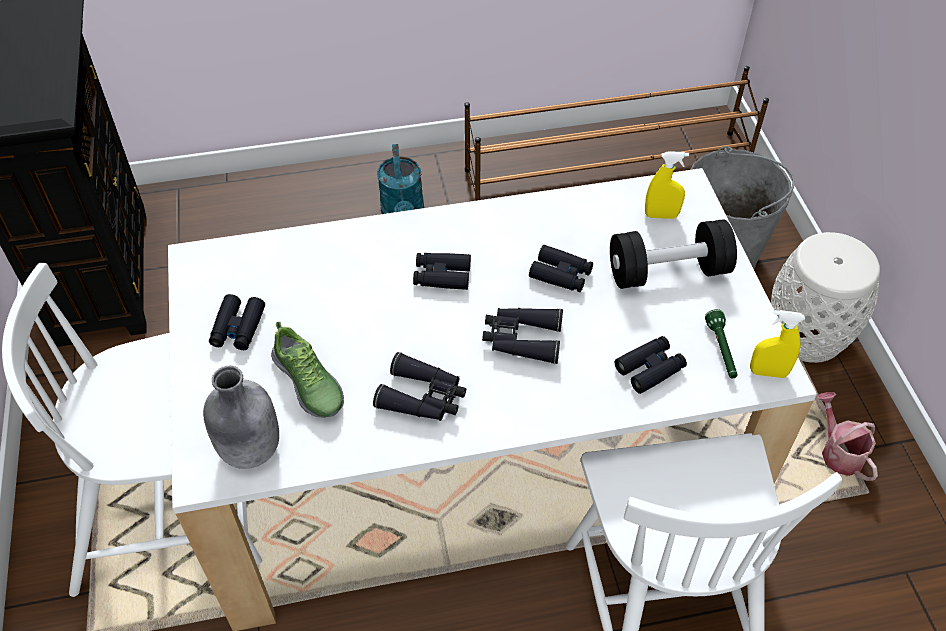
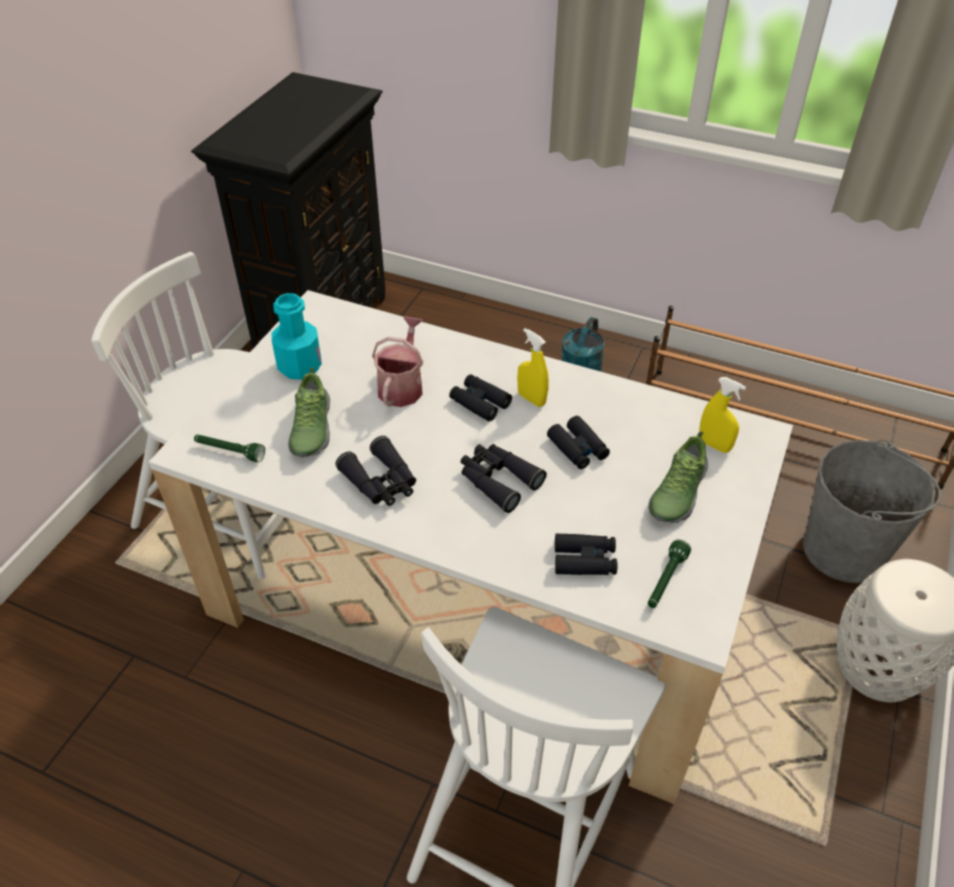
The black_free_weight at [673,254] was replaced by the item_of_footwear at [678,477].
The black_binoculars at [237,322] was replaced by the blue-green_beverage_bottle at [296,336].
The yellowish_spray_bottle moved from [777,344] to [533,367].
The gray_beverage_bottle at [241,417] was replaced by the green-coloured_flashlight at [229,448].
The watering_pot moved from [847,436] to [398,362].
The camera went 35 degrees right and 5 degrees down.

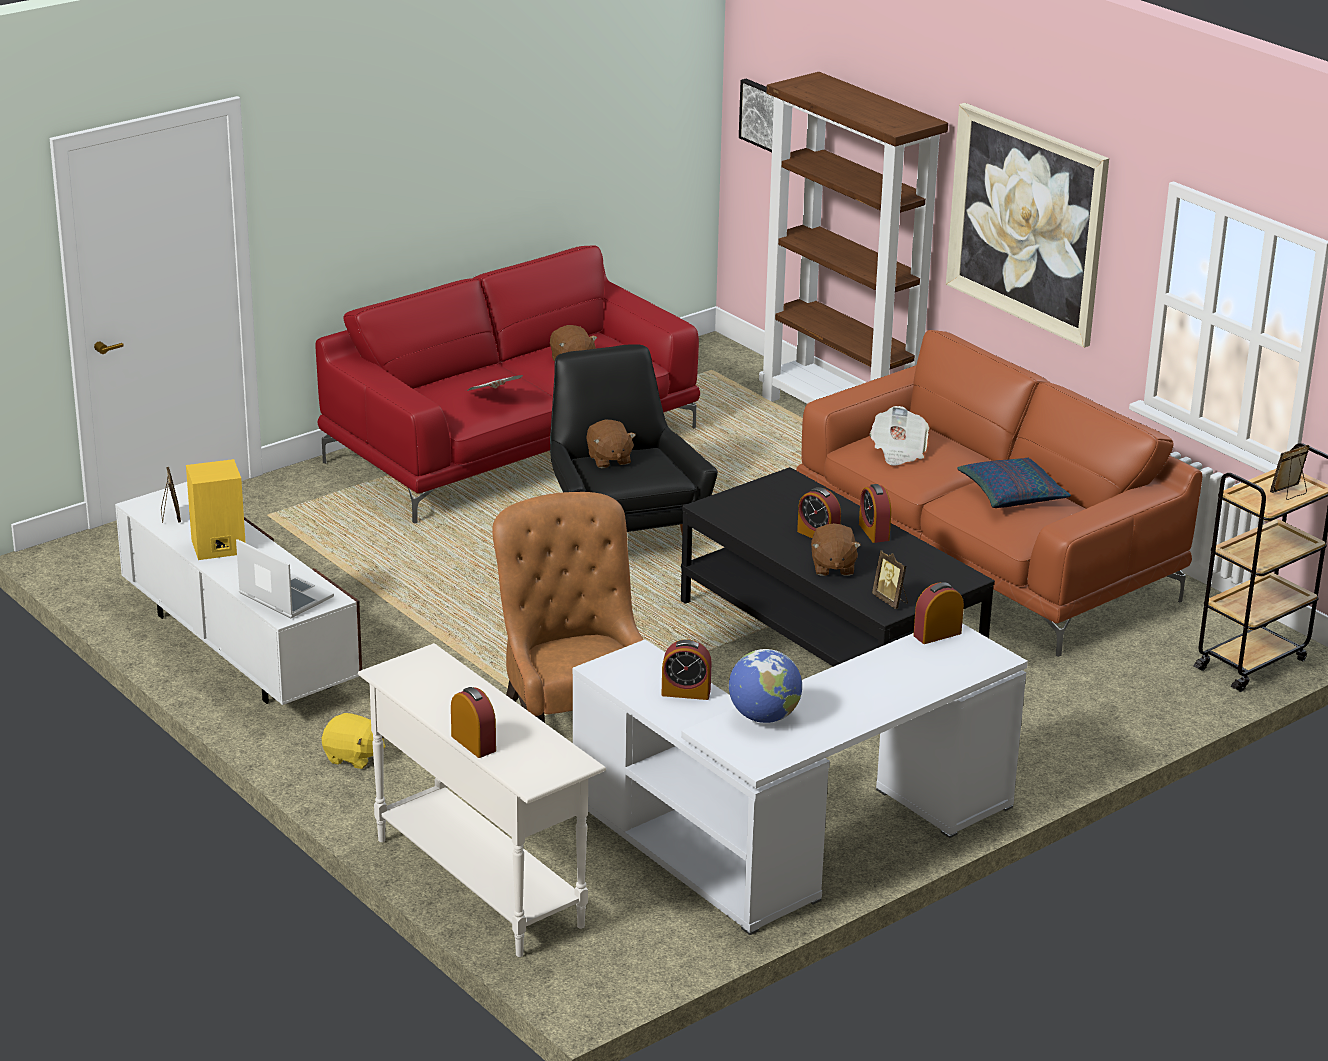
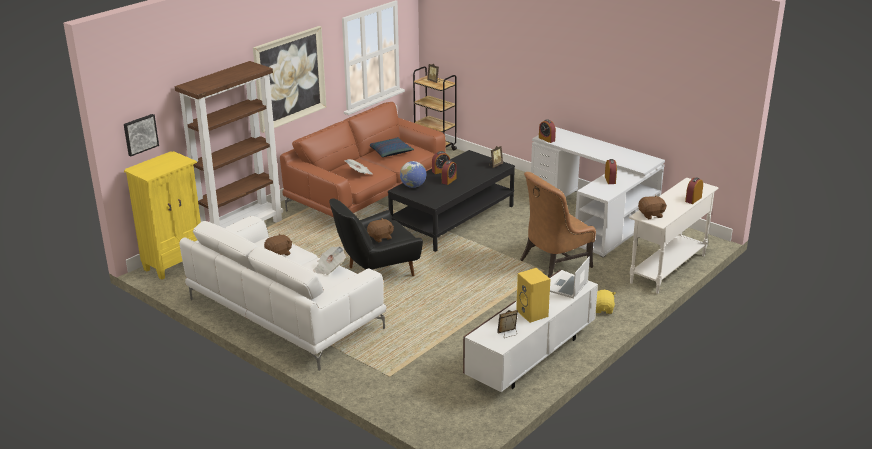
The reddish_settee at [507,384] became the white-coloured_settee at [282,293].
The brown-coloured_soft_toy moved from [836,549] to [652,207].
The world_globe moved from [765,686] to [413,174].
The yellowish_cupboard at [162,215] appeared.
The camera went 100 degrees left and 0 degrees up.

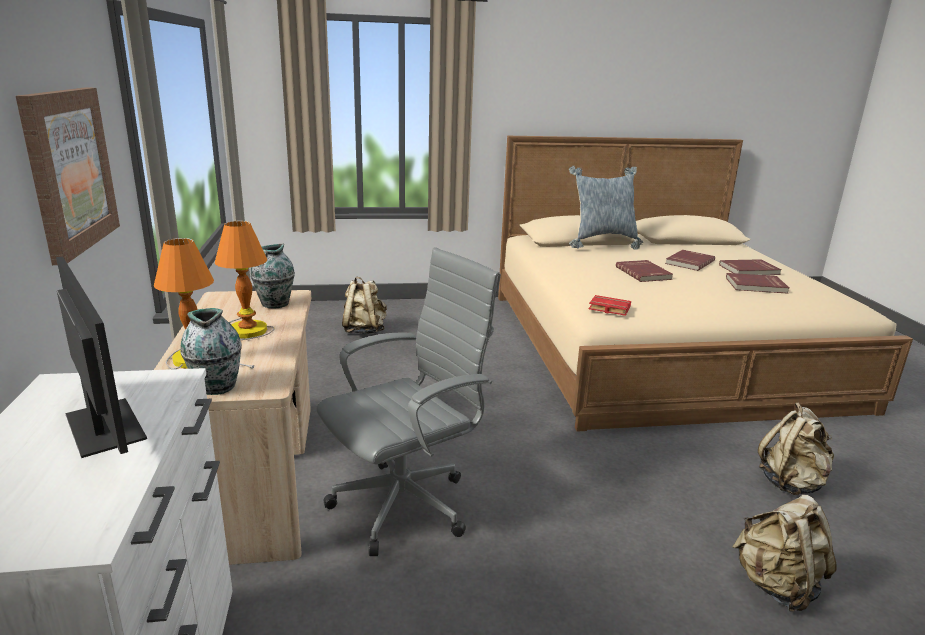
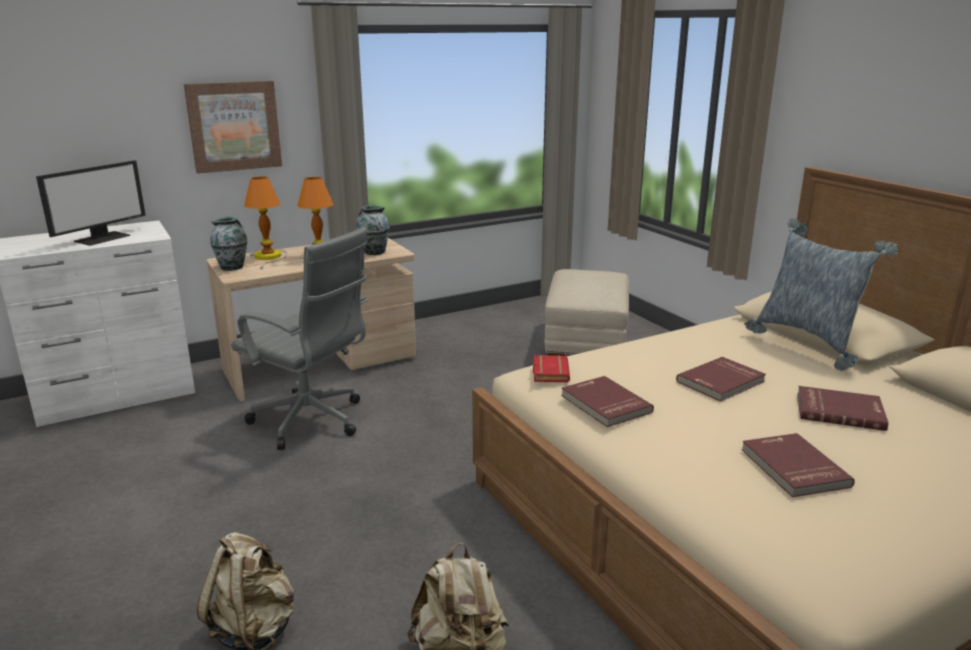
The reddish_book moved from [750,267] to [607,401].
The beige-coloured_backpack at [364,305] was replaced by the beige-coloured_pouffe at [586,312].
The camera went 70 degrees right and 0 degrees up.

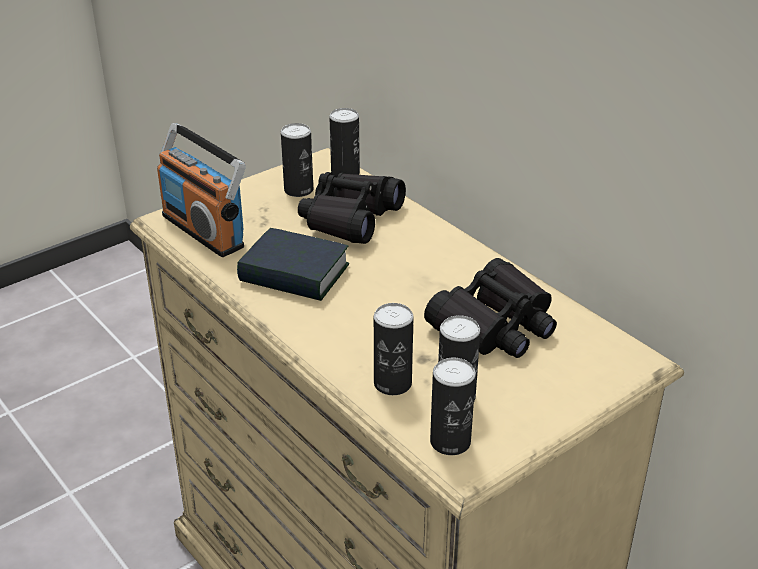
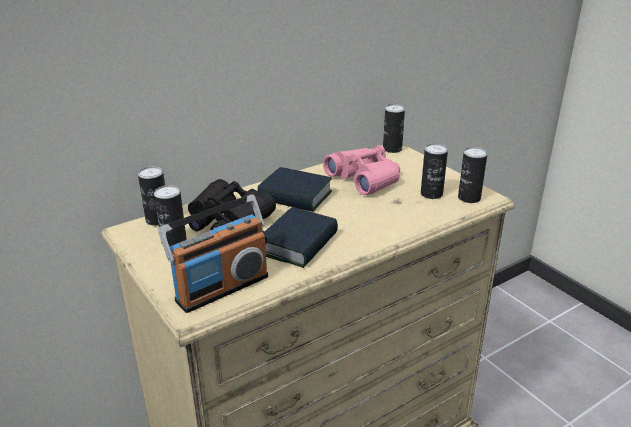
The black_binoculars at [490,308] became the pink_binoculars at [361,170].
The sealed_can moved from [394,349] to [394,128].
The book at [294,189] appeared.
The camera went 85 degrees left and 5 degrees down.

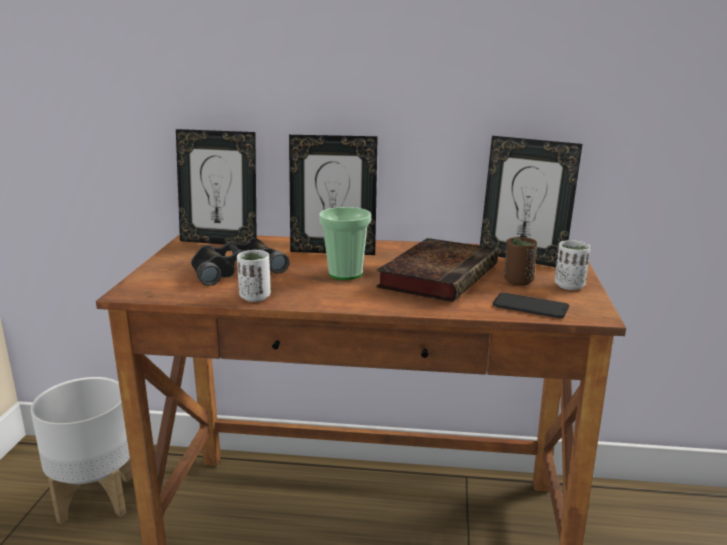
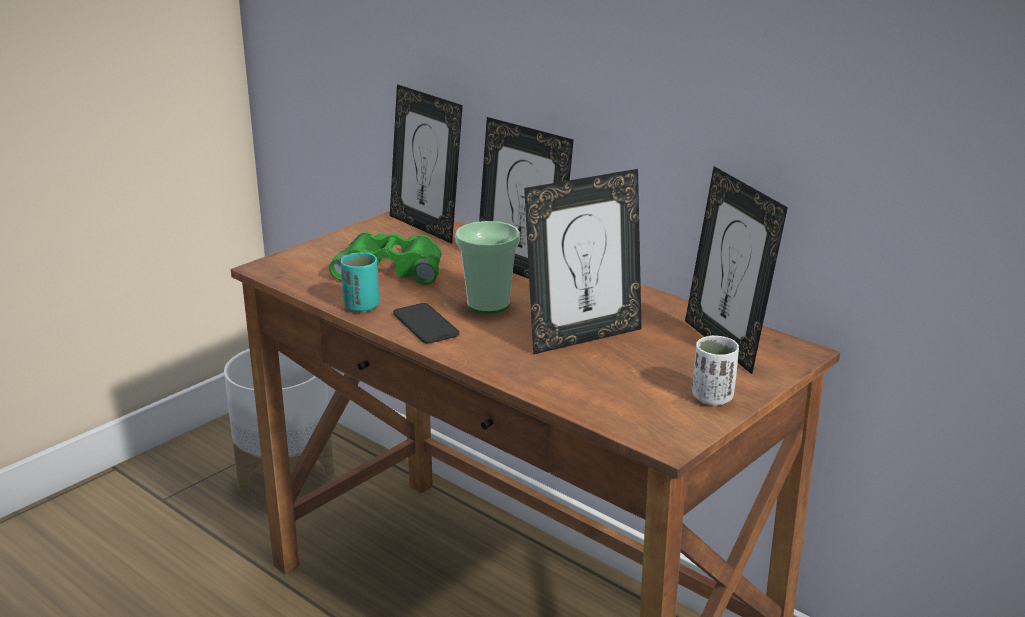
The brown-coloured_drinking_cup at [520,261] disappeared.
The black_binoculars at [240,262] became the green-coloured_binoculars at [385,258].
The book at [437,270] was replaced by the picture_frame at [583,261].
The white-coloured_drinking_cup at [254,276] became the blue-green_drinking_cup at [360,282].
The phone moved from [531,305] to [426,323].
The camera went 35 degrees right and 5 degrees up.

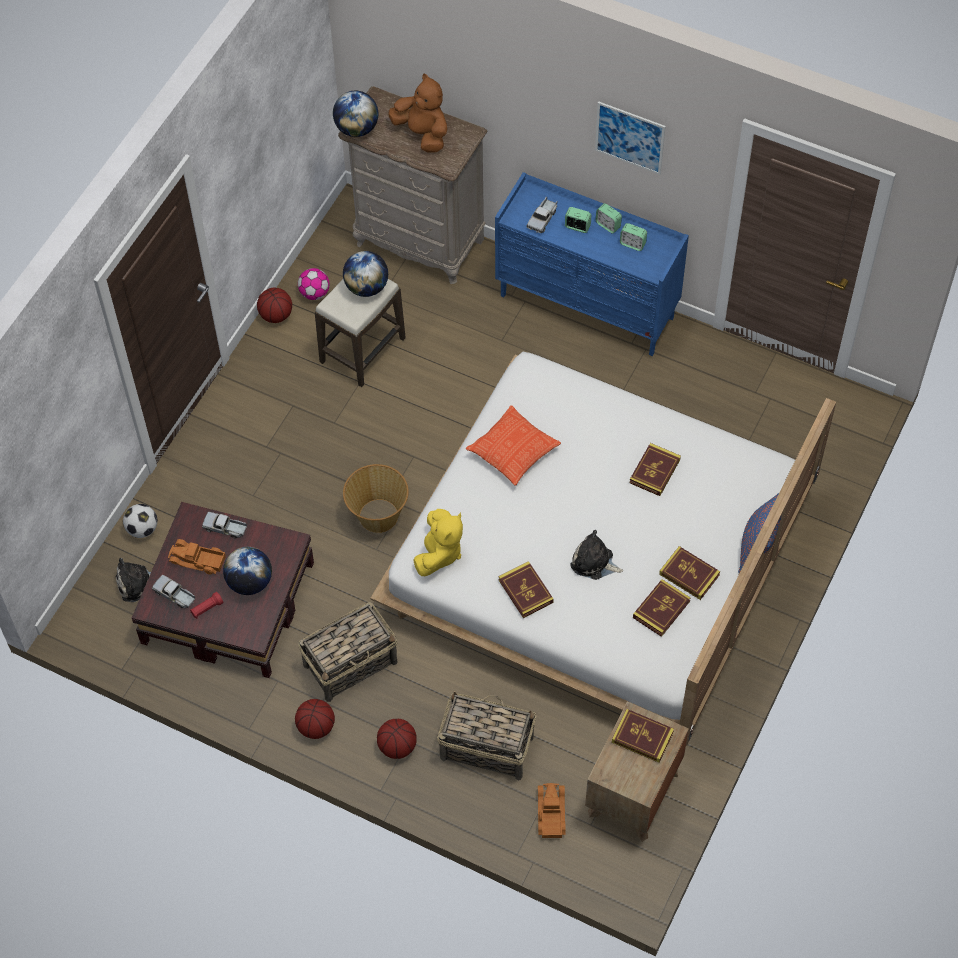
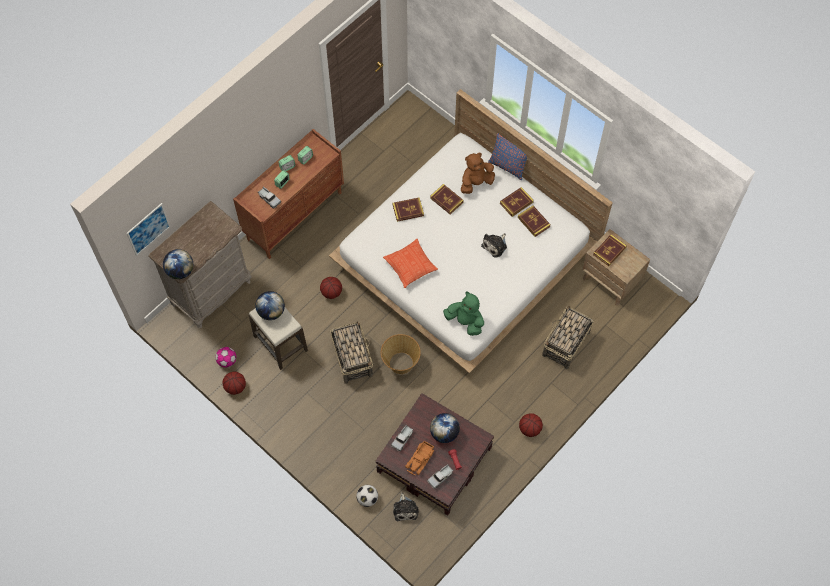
The brown-coloured_soft_toy moved from [417,113] to [478,173].
The wall_art moved from [630,138] to [148,229].
The bluish_cupboard at [592,264] became the brown-coloured_cupboard at [288,194].
The yellowish_soft_toy at [438,542] became the green-coloured_soft_toy at [463,313].
The book moved from [526,589] to [408,209].
The storage_basket moved from [347,652] to [352,352].
The basketball moved from [397,739] to [331,288].
The toy_lorry at [551,810] disappeared.
The camera went 75 degrees left and 5 degrees up.

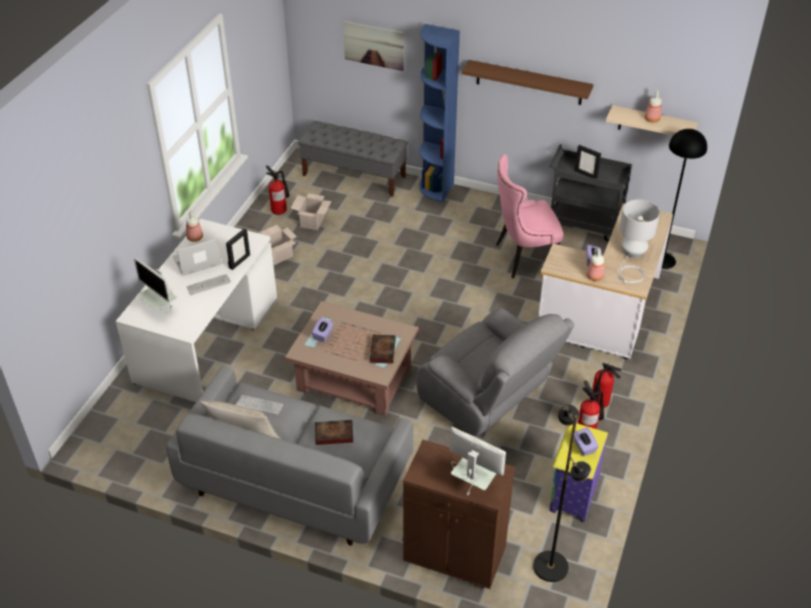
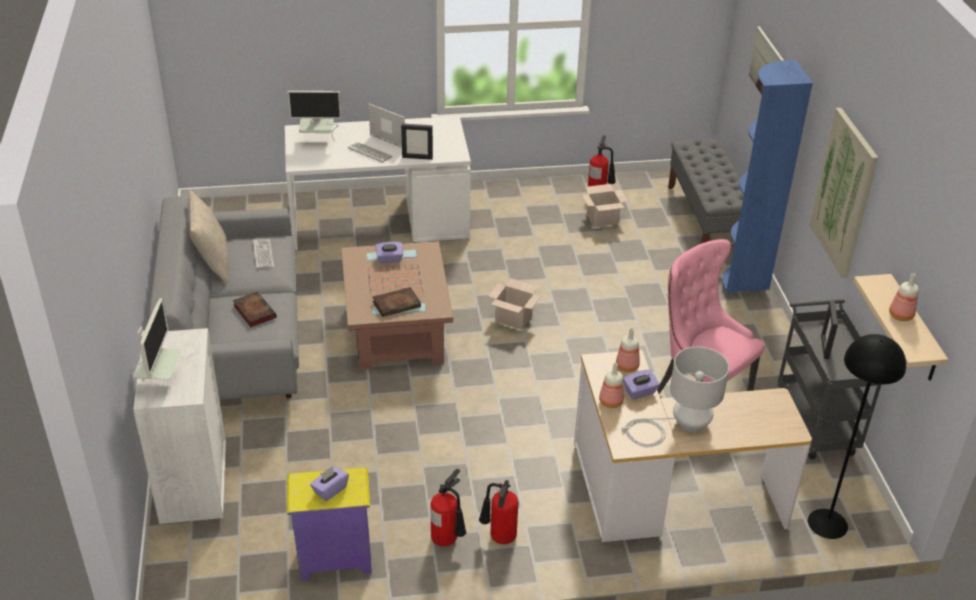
The brown-coloured_bracket_shelf at [527,82] was replaced by the wall_art at [844,193].
The beverage_bottle moved from [194,226] to [628,350].
The cardboard_box moved from [278,245] to [514,304].
The monitor at [155,286] turned 105 degrees counterclockwise.
The gray_lounge_chair at [495,372] disappeared.
The black_standing_lamp at [562,493] disappeared.
The brown-coloured_cupboard at [459,514] became the white-coloured_cupboard at [179,426].
The camera went 60 degrees right and 5 degrees down.

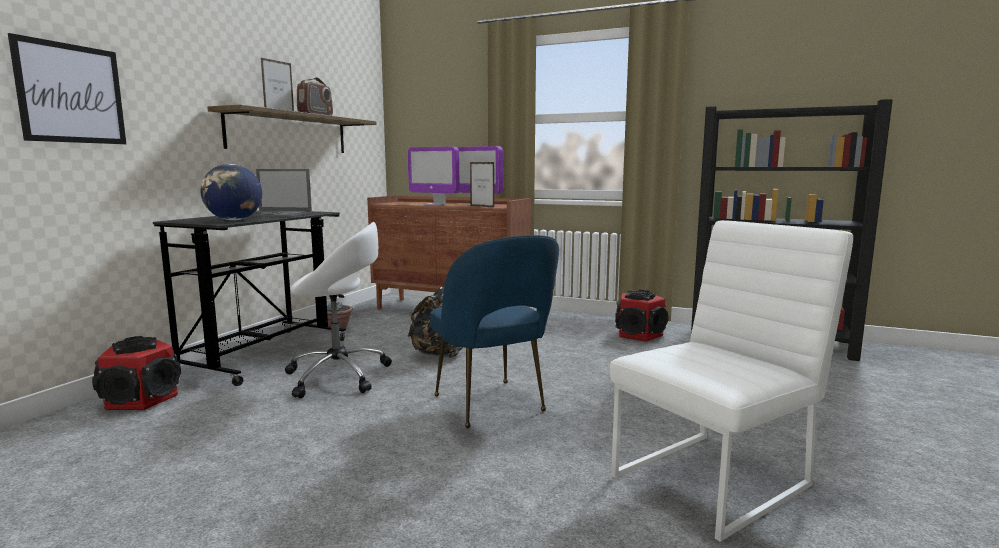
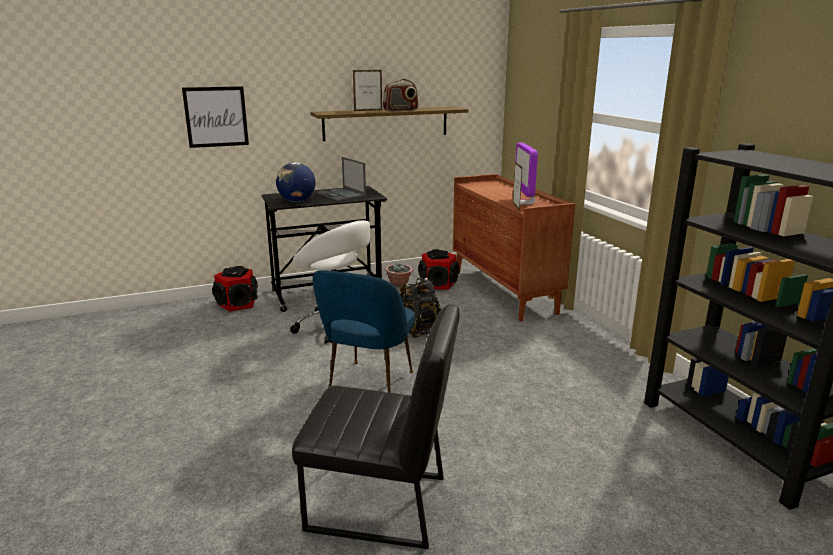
The monitor at [433,176] disappeared.
The white-coloured_plain_chair at [731,381] became the black_plain_chair at [375,426].
The speaker moved from [642,315] to [439,269].
The camera went 45 degrees right and 10 degrees up.

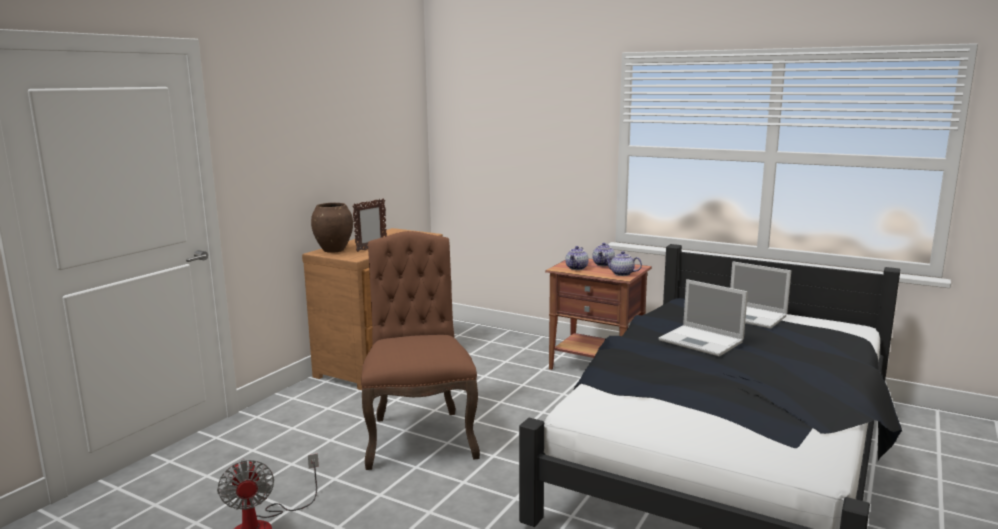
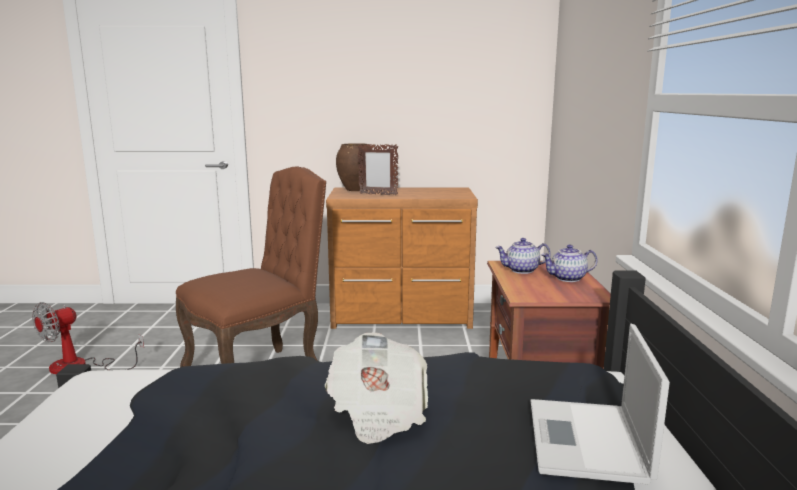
The teapot at [623,263] disappeared.
The laptop at [703,317] was replaced by the newspaper at [376,388].
The camera went 60 degrees right and 0 degrees up.

